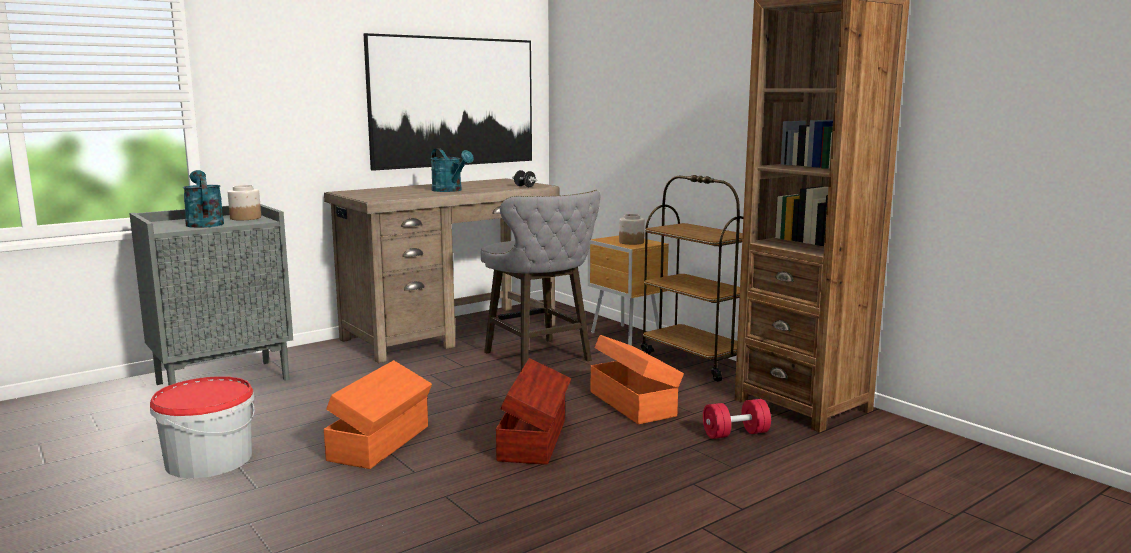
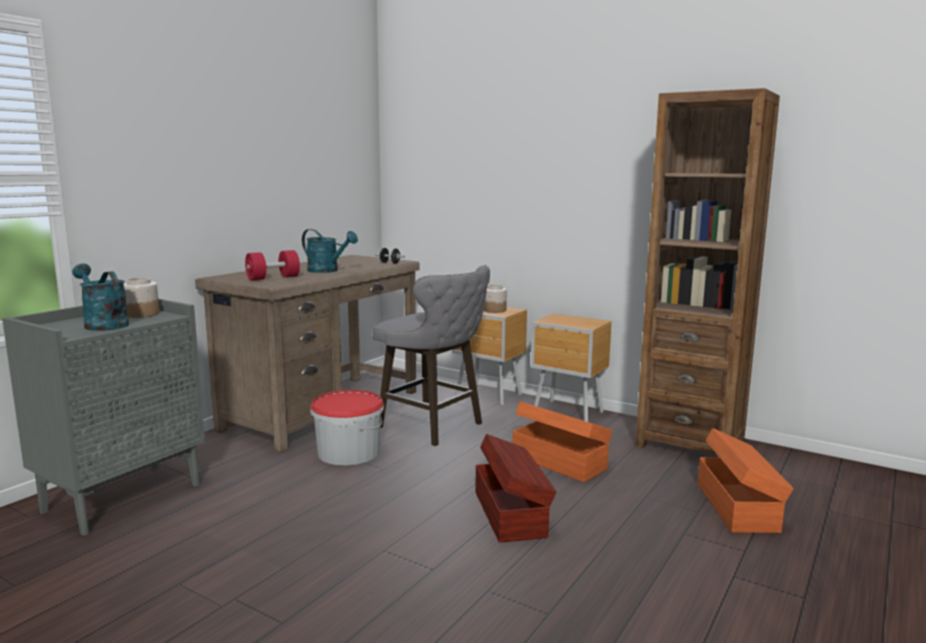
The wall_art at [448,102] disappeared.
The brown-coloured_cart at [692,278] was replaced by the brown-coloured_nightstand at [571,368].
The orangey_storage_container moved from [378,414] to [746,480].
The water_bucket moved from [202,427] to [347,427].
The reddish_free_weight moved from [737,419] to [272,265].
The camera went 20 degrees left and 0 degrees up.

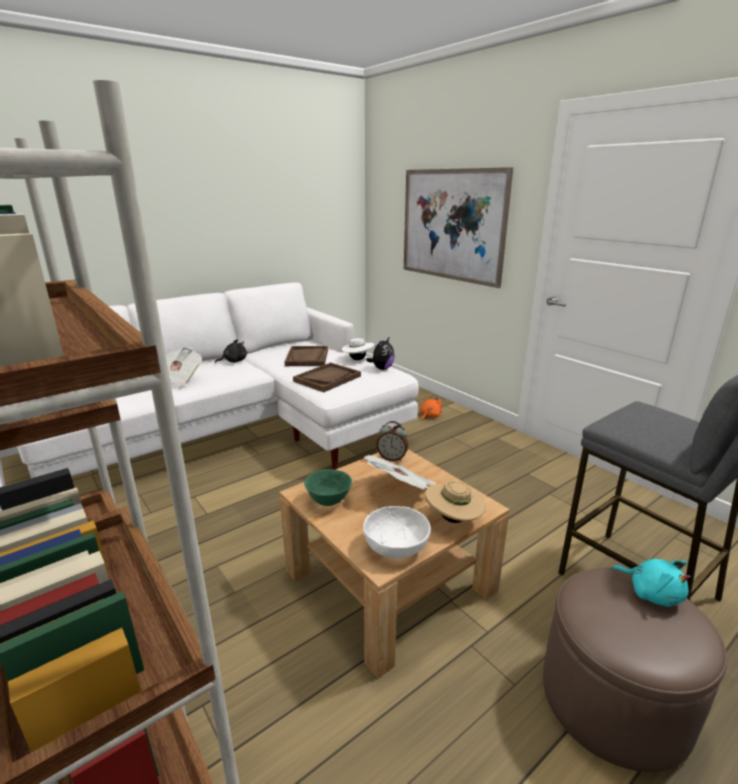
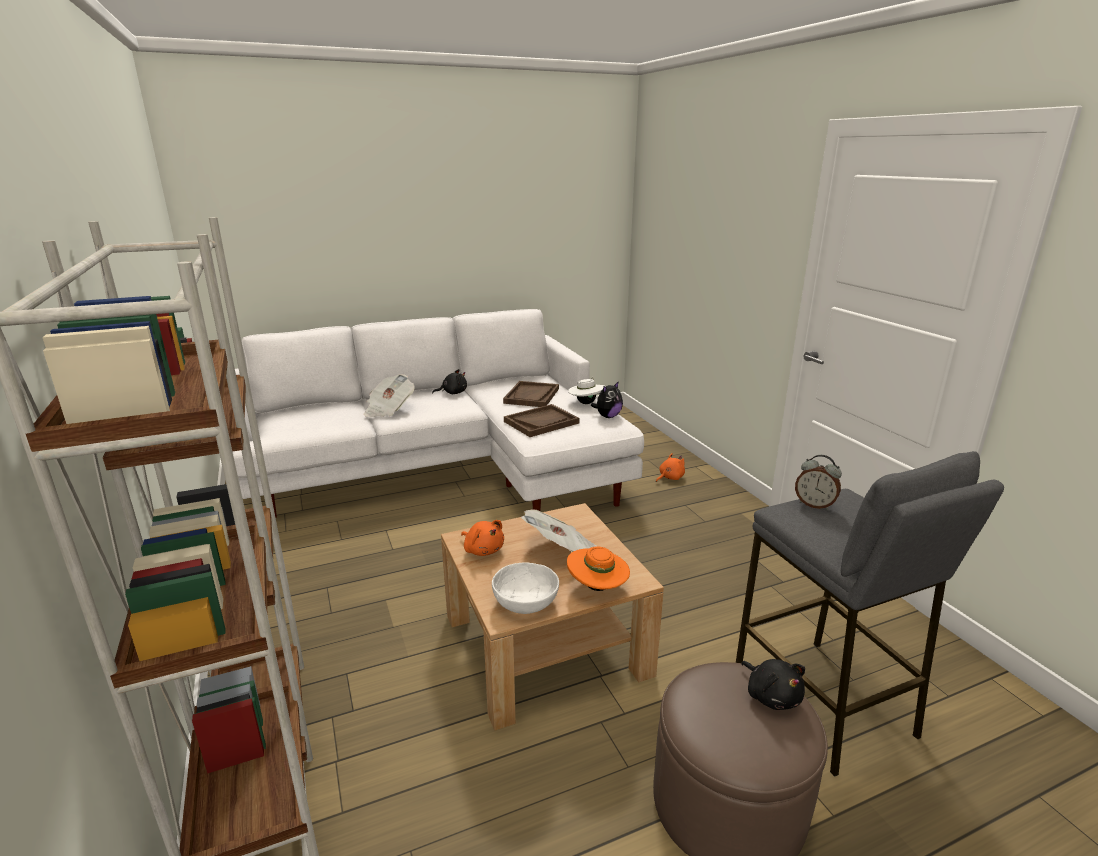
The wall_art at [458,227] disappeared.
The alarm_clock moved from [392,441] to [818,482].
The green-coloured_bowl at [328,487] was replaced by the orangey_soft_toy at [482,538].
The beige-coloured_hat at [455,502] became the orangey_hat at [598,568].
The blue-green_soft_toy at [651,583] became the black_soft_toy at [773,684].
The camera went 15 degrees right and 0 degrees up.

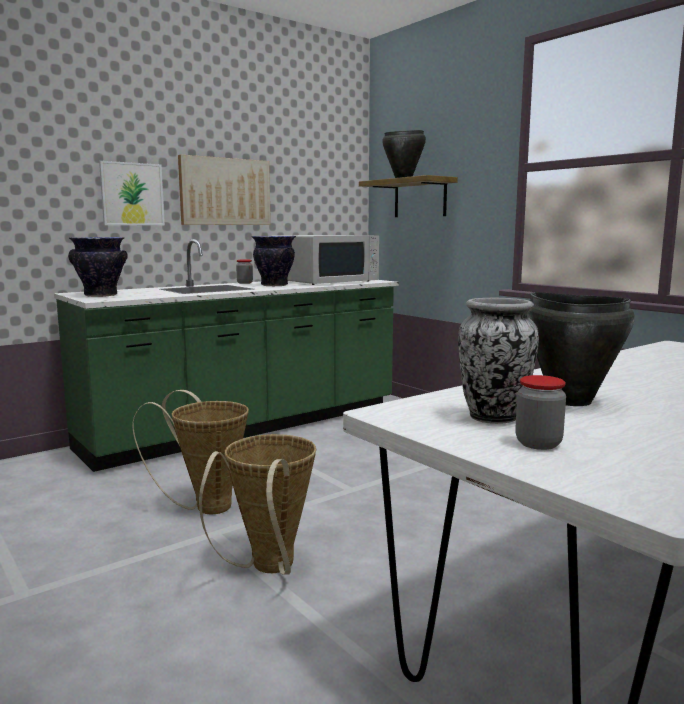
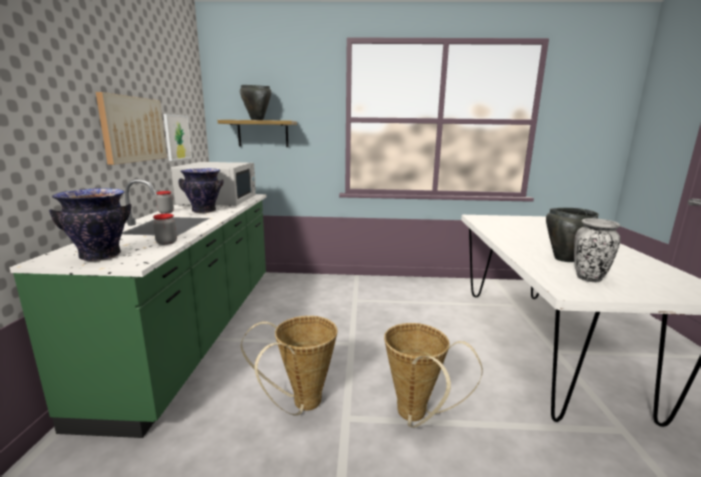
The wall_art moved from [132,193] to [177,137].
The jar moved from [540,412] to [165,229].
The camera went 50 degrees left and 5 degrees up.

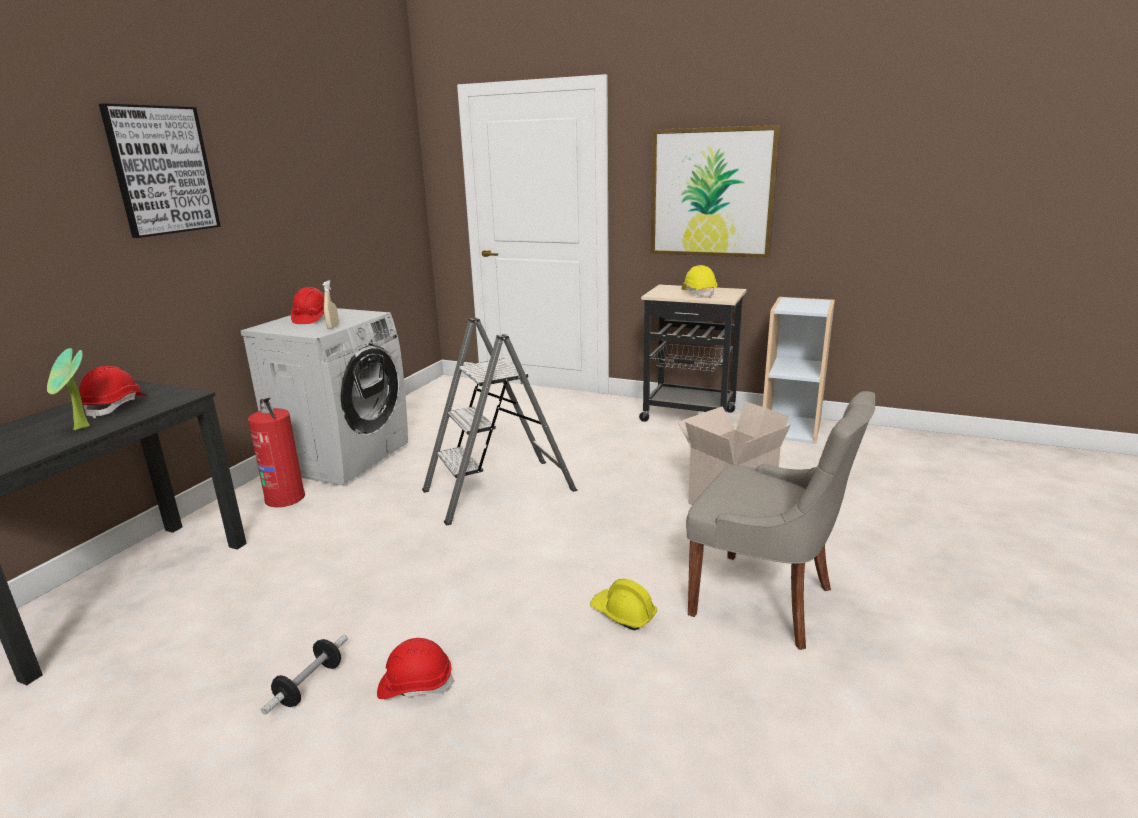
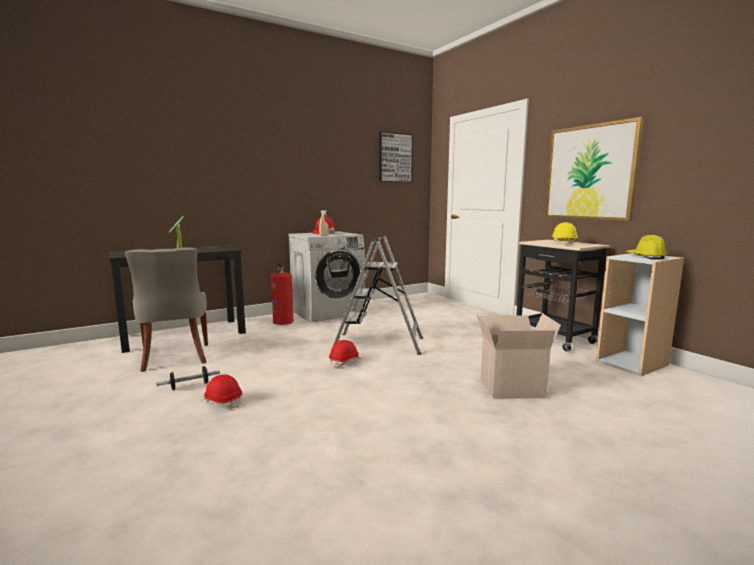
The wall_art moved from [160,170] to [396,156].
The reddish_safety_helmet moved from [113,392] to [345,354].
The gray_plain_chair moved from [780,520] to [166,309].
The yellowish_safety_helmet moved from [623,604] to [647,247].
The camera went 35 degrees right and 10 degrees down.

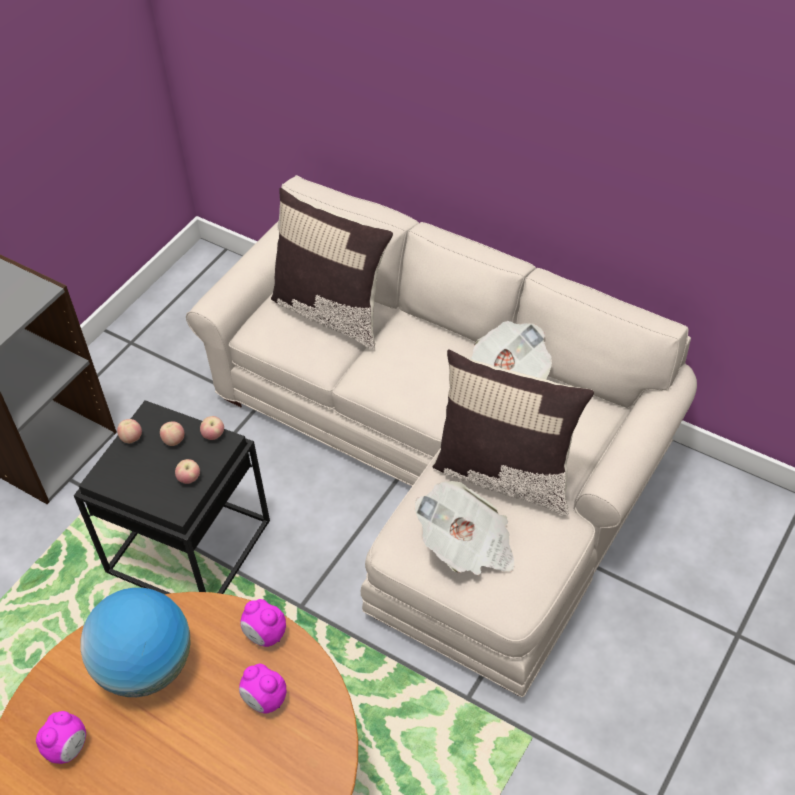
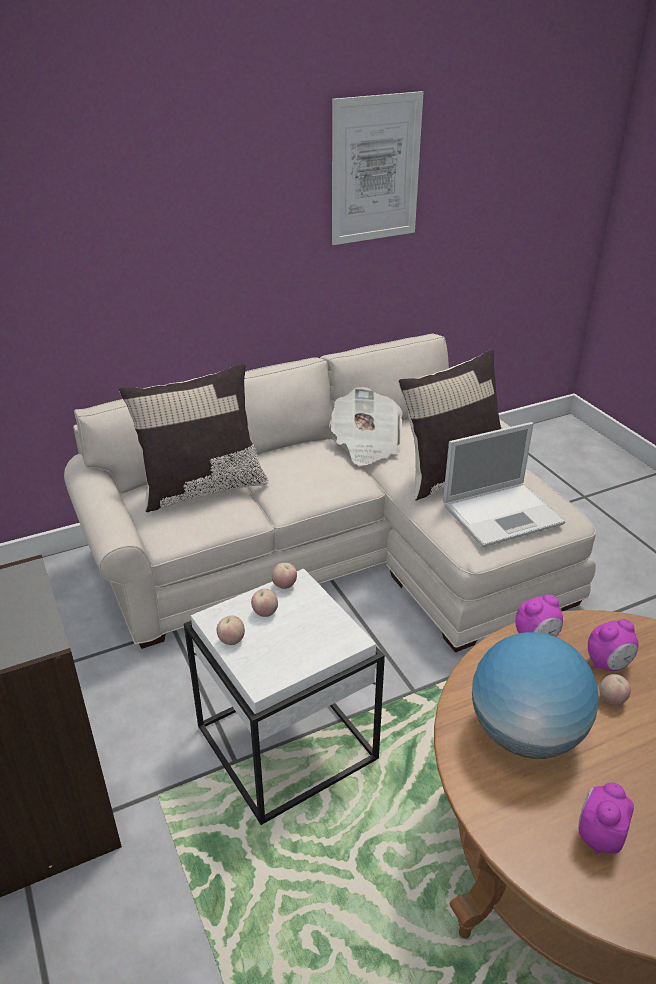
The black_end_table at [172,497] became the white-coloured_end_table at [284,696].
The apple_fruit moved from [187,471] to [615,690].
The newspaper at [465,528] was replaced by the laptop at [504,484].
The alarm_clock at [61,737] turned 120 degrees counterclockwise.
The wall_art at [378,168] appeared.
The camera went 60 degrees left and 15 degrees down.

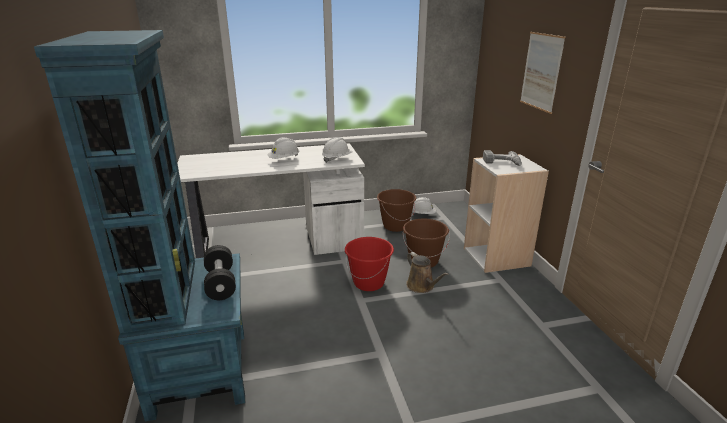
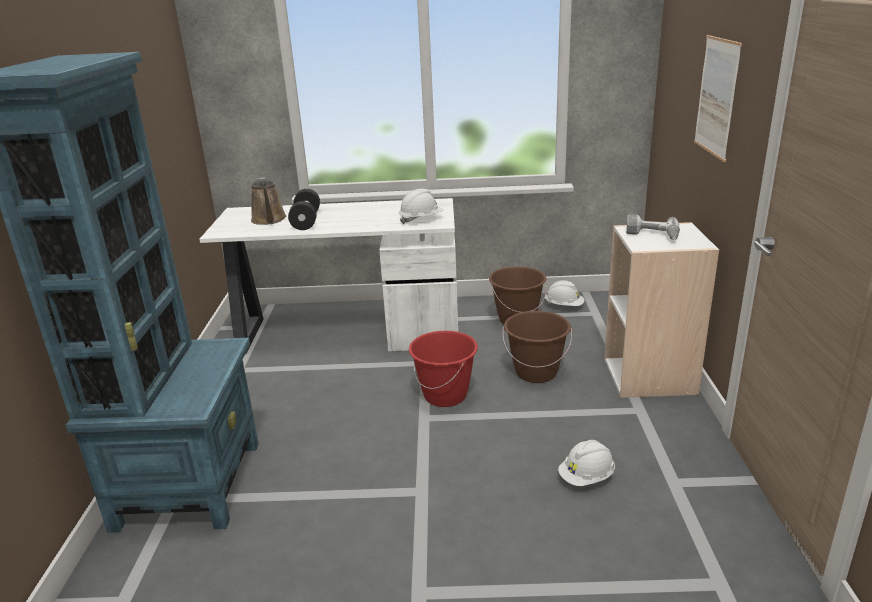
The white-coloured_safety_helmet moved from [283,148] to [586,463].
The black_free_weight moved from [220,272] to [304,209].
The brown-coloured_watering_pot moved from [427,272] to [269,201].
The camera went 15 degrees right and 0 degrees up.

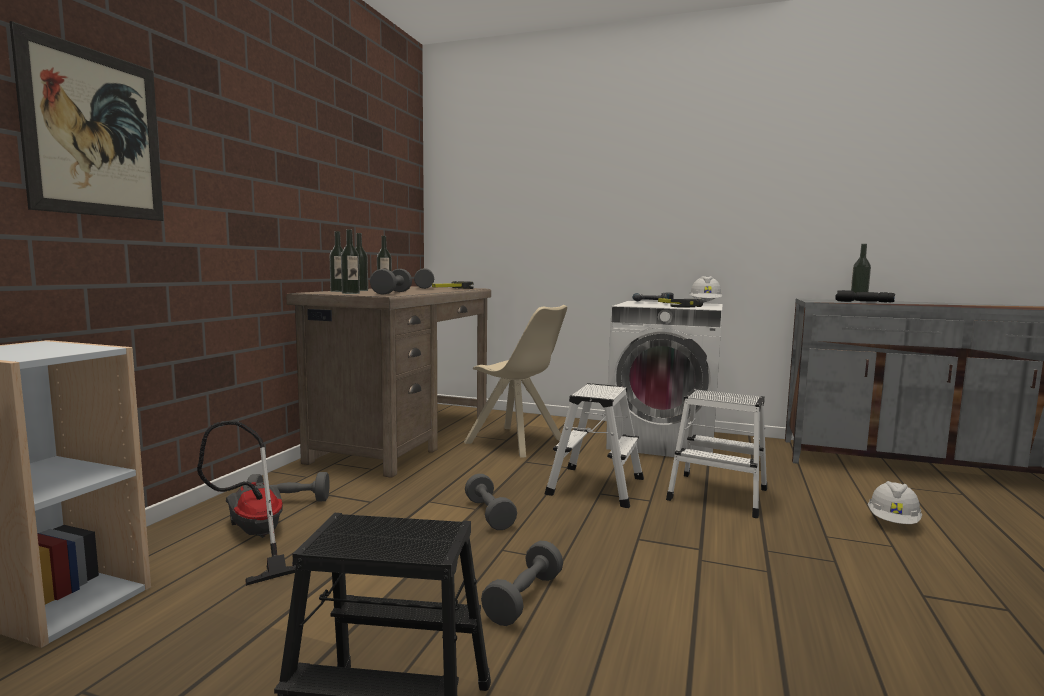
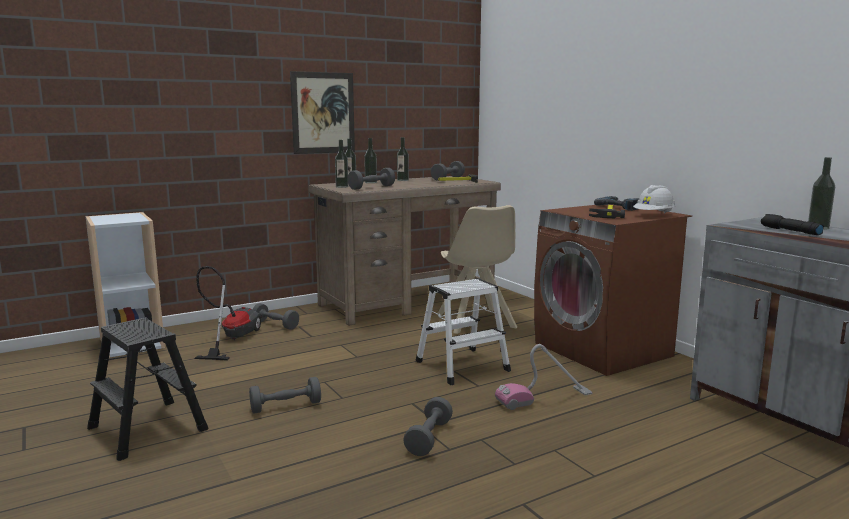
The wall_art moved from [87,121] to [322,112].
The white-coloured_laundry_machine at [664,379] became the brown-coloured_laundry_machine at [613,290].
The white-coloured_step_ladder at [716,453] was replaced by the vacuum at [543,377].
The gray_free_weight moved from [491,502] to [428,426].
The white-coloured_safety_helmet at [895,502] disappeared.
The camera went 40 degrees right and 5 degrees up.

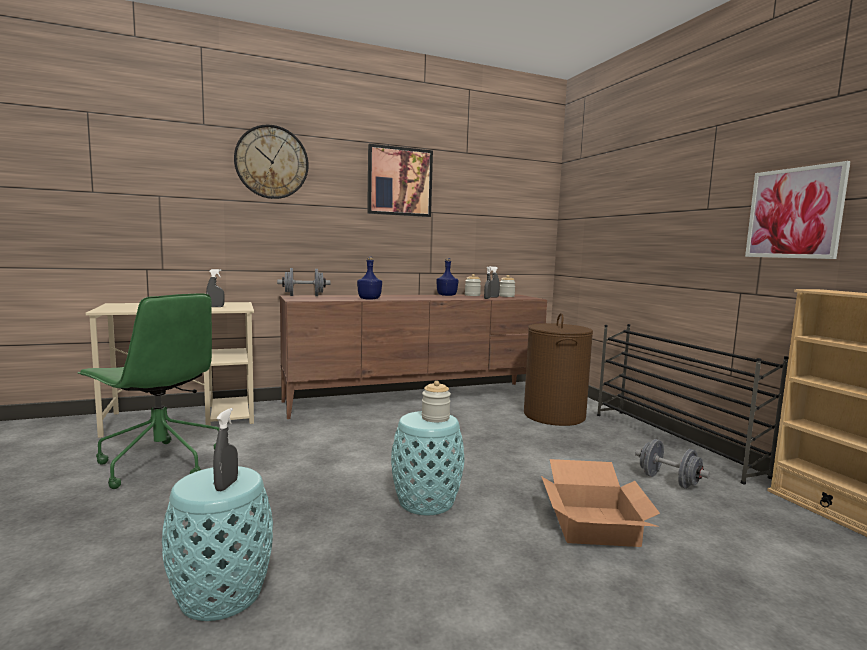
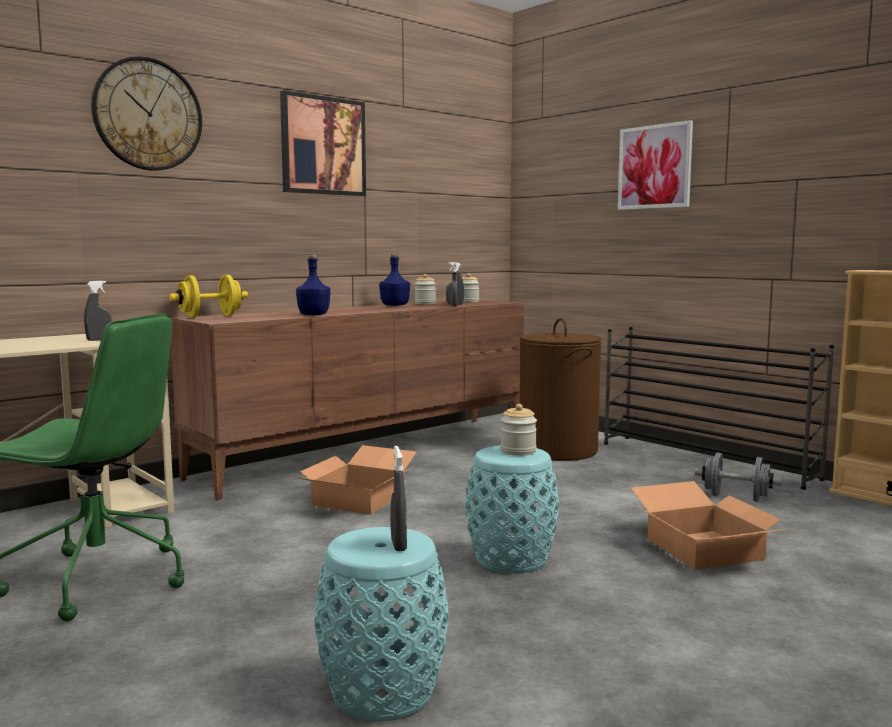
The wall_art moved from [798,210] to [655,165].
The gray_free_weight at [303,282] became the yellowish_free_weight at [208,296].
The cardboard_box at [355,480] appeared.
The camera went 20 degrees left and 0 degrees up.

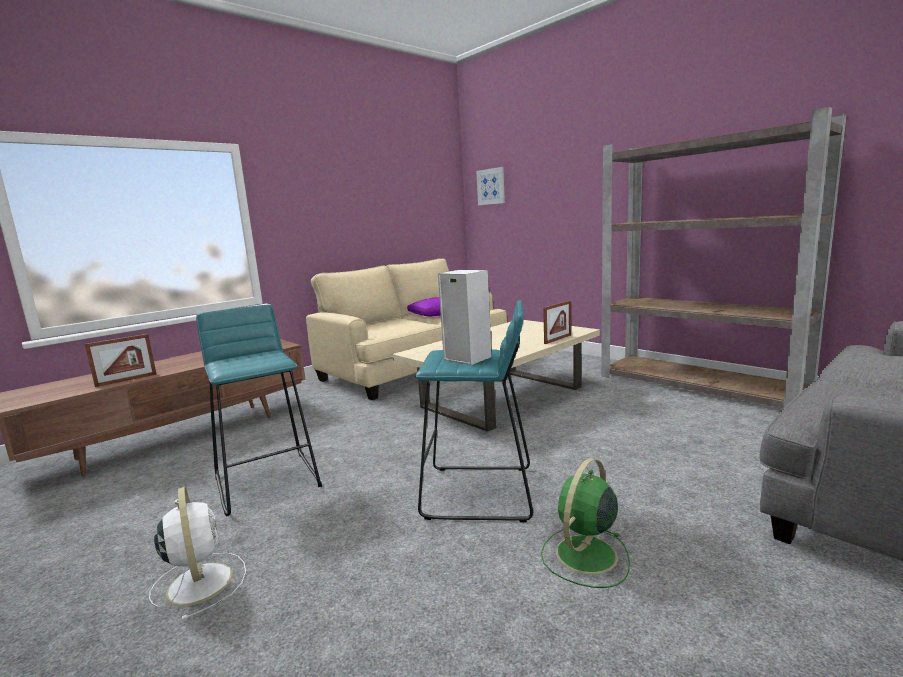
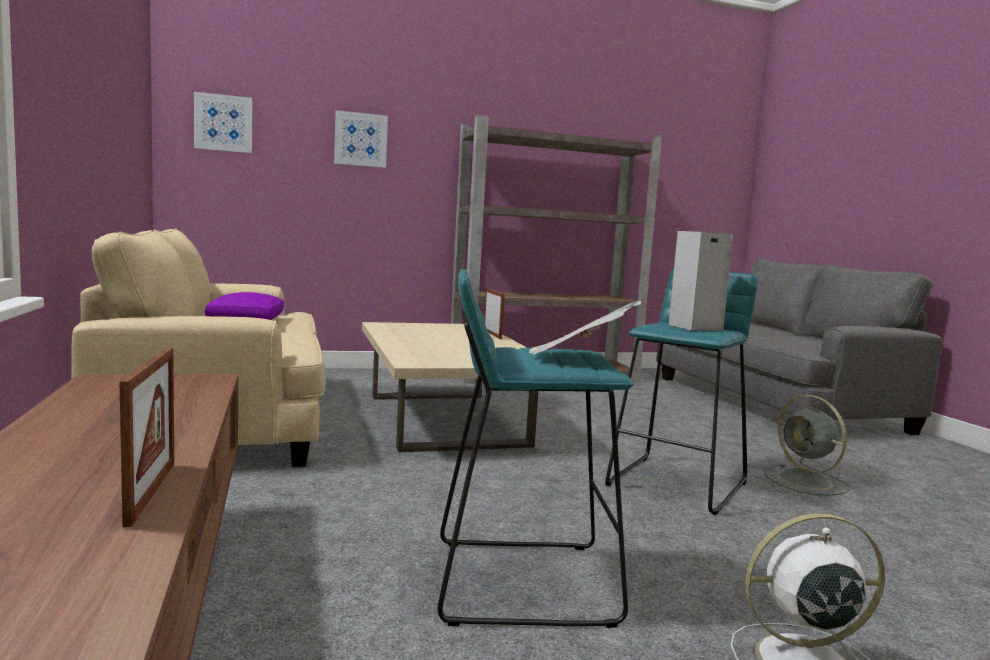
The green-coloured_fan at [585,523] became the gray_fan at [807,445].
The wall_art at [361,139] appeared.
The newspaper at [585,328] appeared.
The camera went 65 degrees left and 5 degrees down.

